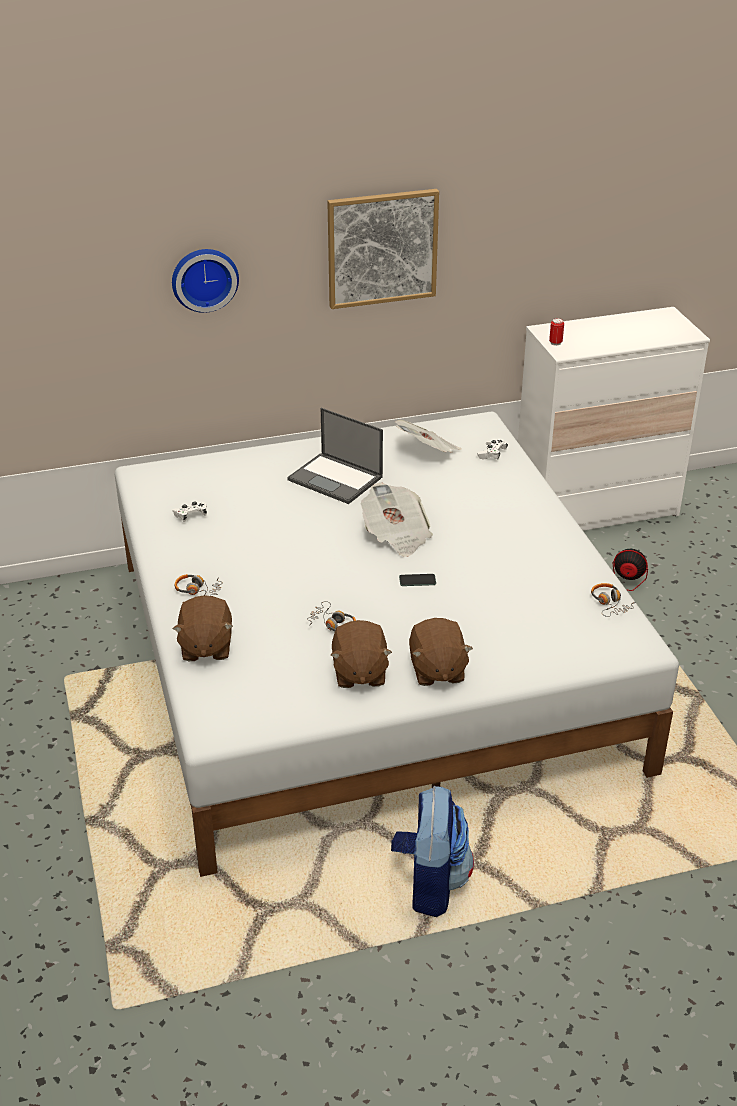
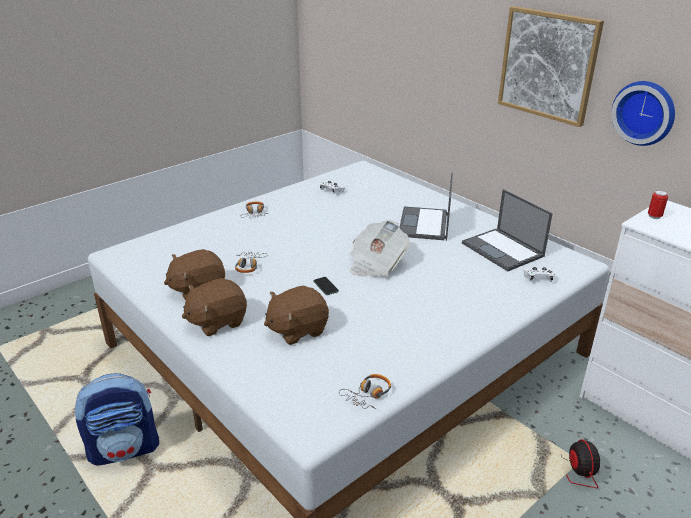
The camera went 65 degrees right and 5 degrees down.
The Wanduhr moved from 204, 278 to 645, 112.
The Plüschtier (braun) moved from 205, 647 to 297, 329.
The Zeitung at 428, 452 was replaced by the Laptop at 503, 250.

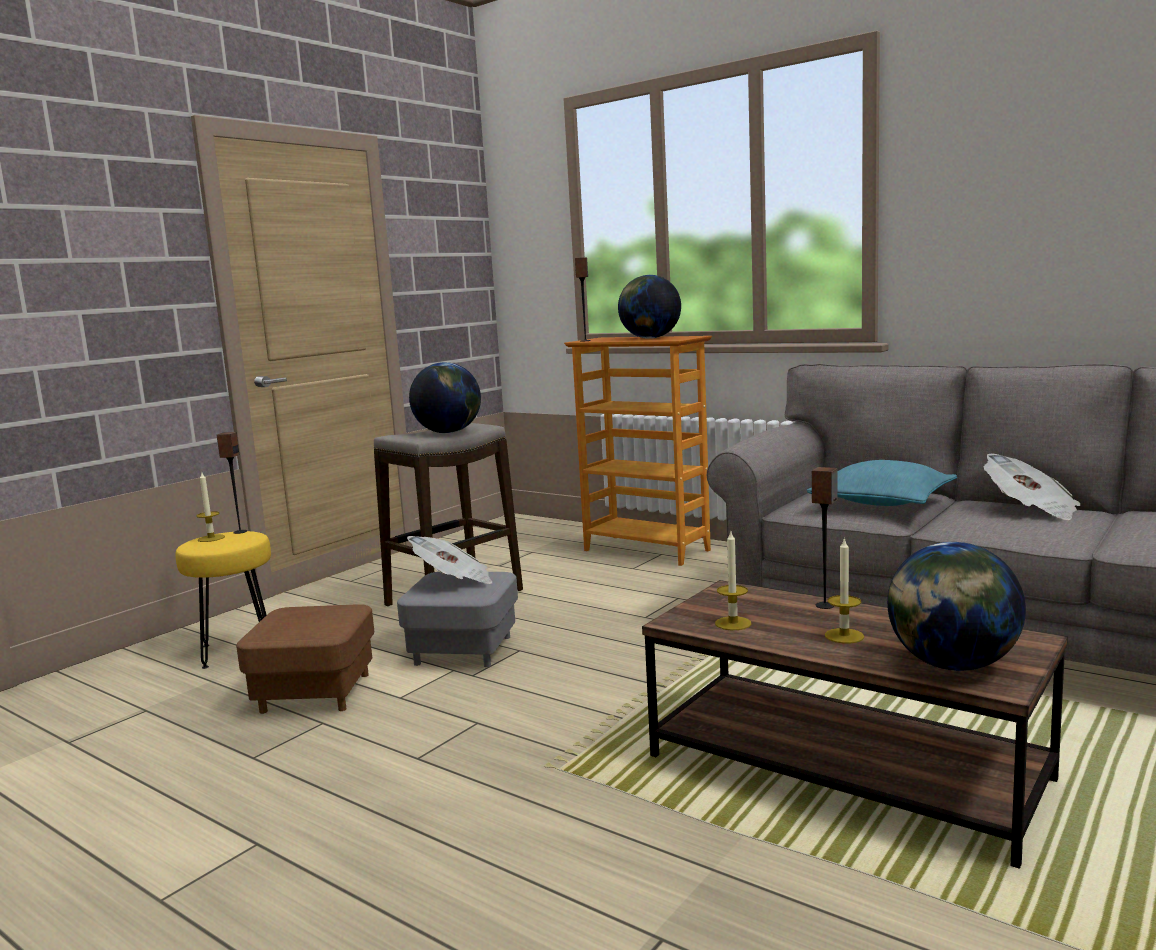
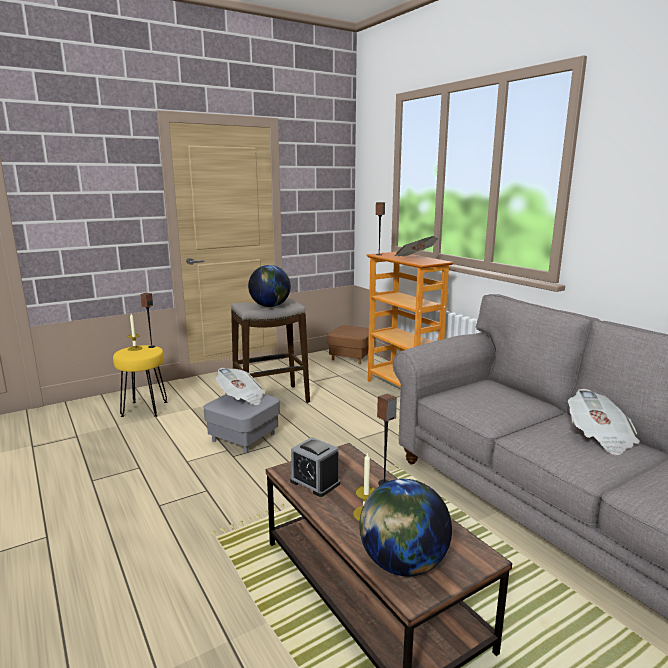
The camera went 20 degrees right and 5 degrees up.
The Polsterhocker (braun) moved from 315, 693 to 351, 357.
The Globus at 650, 338 was replaced by the Zeitung at 415, 258.
The Kerze at 733, 623 was replaced by the Wecker at 315, 482.
The Kissen (türkis) at 882, 502 disappeared.

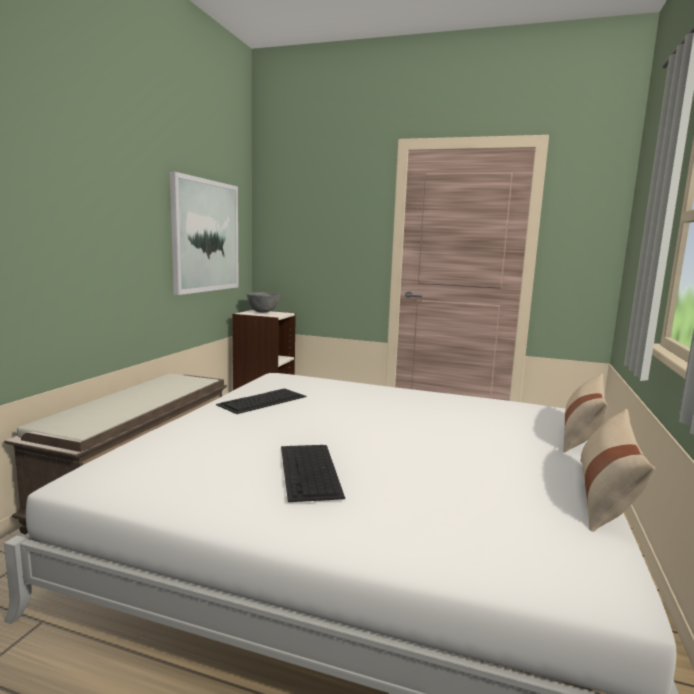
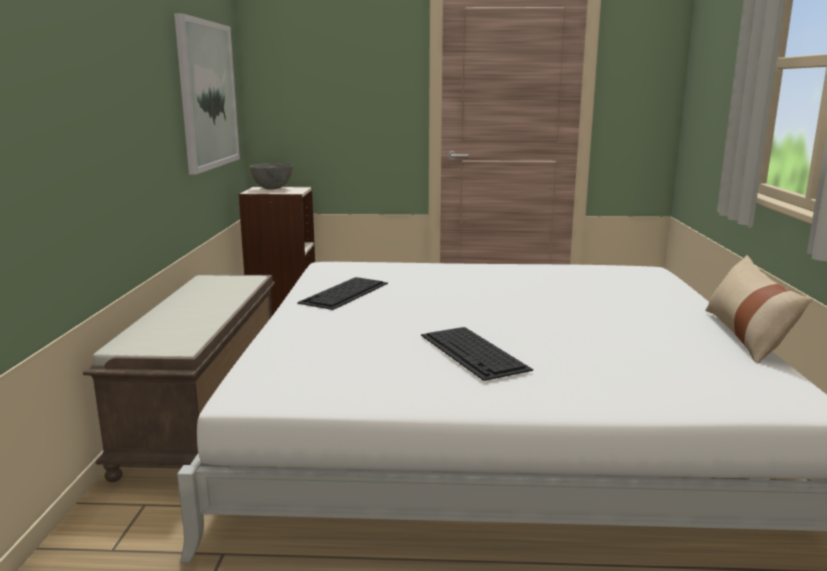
The camera went 15 degrees left and 5 degrees up.
The Kissen (beige) at 581, 434 disappeared.

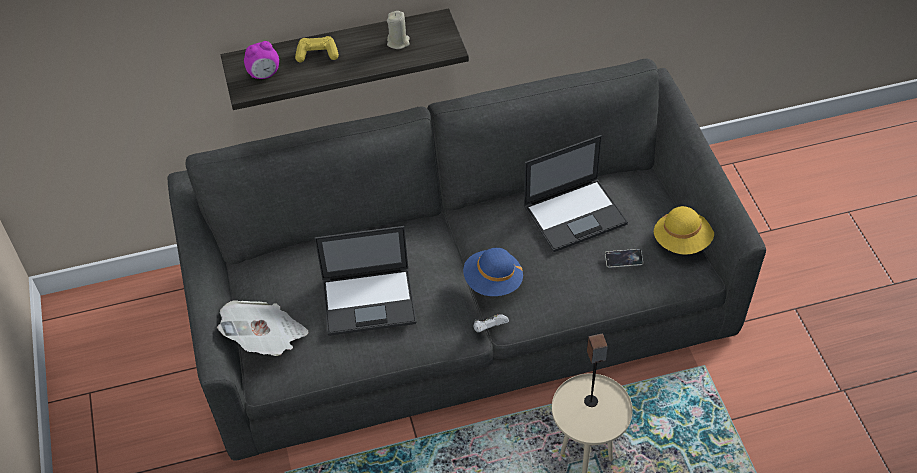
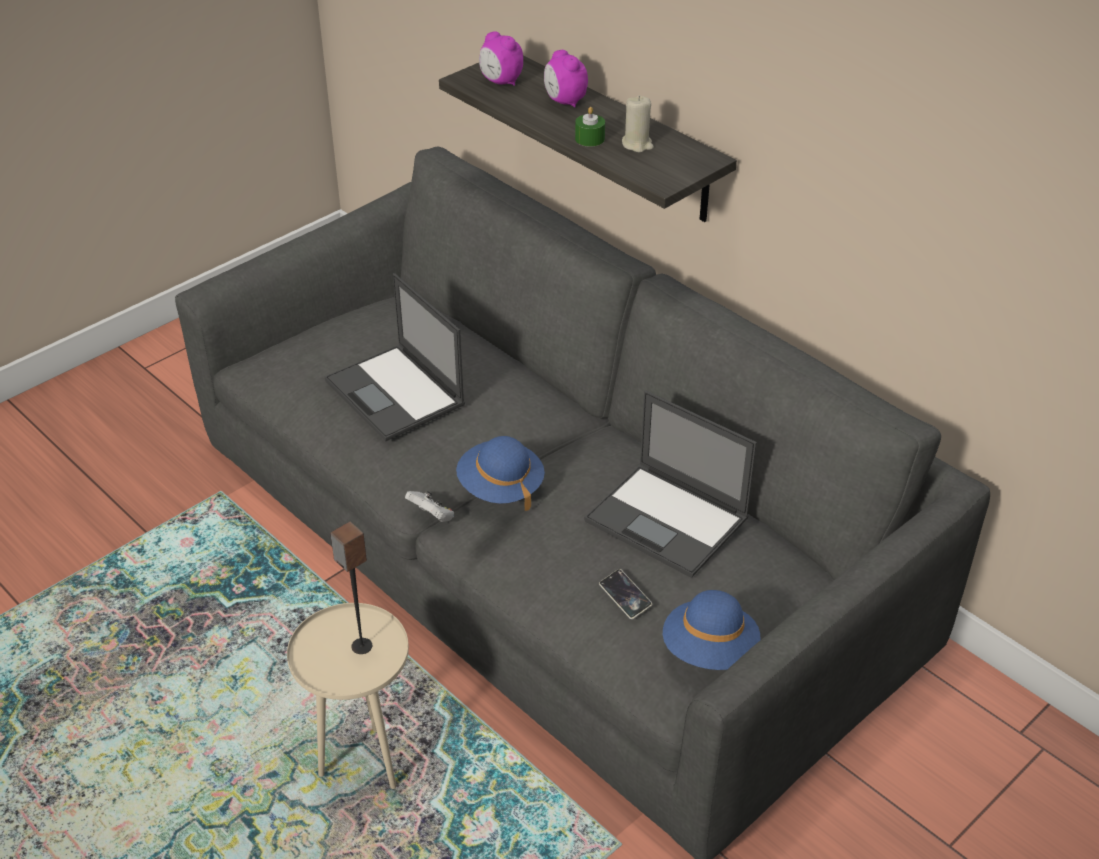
The camera went 60 degrees right and 10 degrees down.
The Zeitung at 266, 339 disappeared.
The Gamepad (gelb) at 317, 54 was replaced by the Wecker at 564, 101.
The Hut (gelb) at 682, 241 became the Hut (blau) at 710, 651.
The Kerze (grün) at 589, 139 appeared.

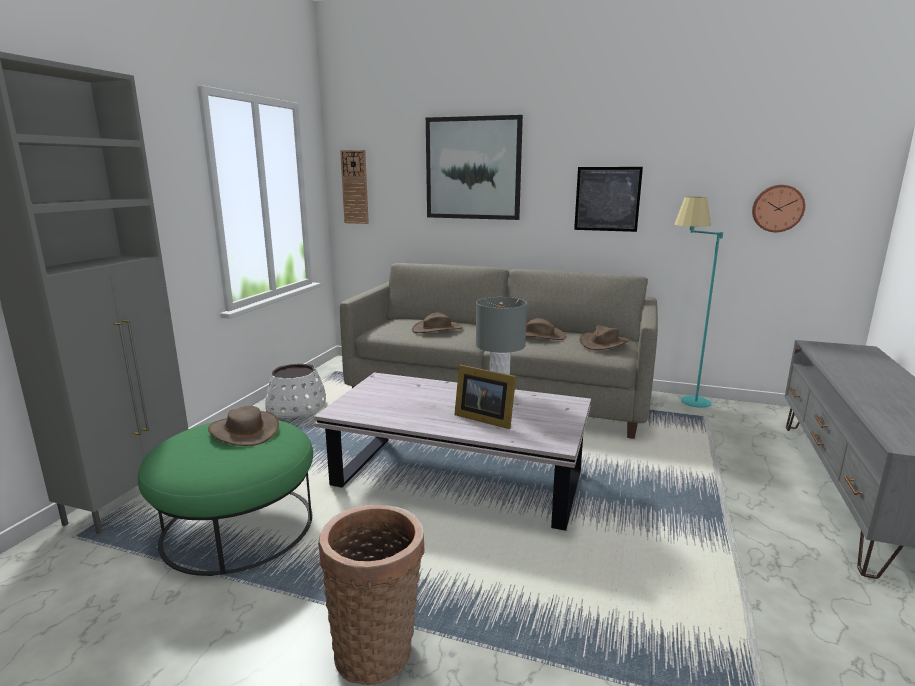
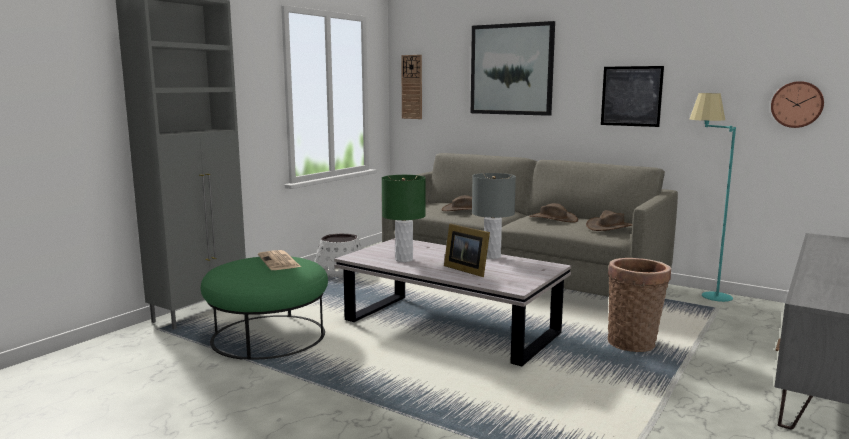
The camera went 15 degrees right and 5 degrees down.
The Hut (braun) at 244, 430 was replaced by the Zeitung at 279, 261.
The Korb moved from 377, 648 to 633, 342.
The Tischlampe (grün) at 404, 259 appeared.

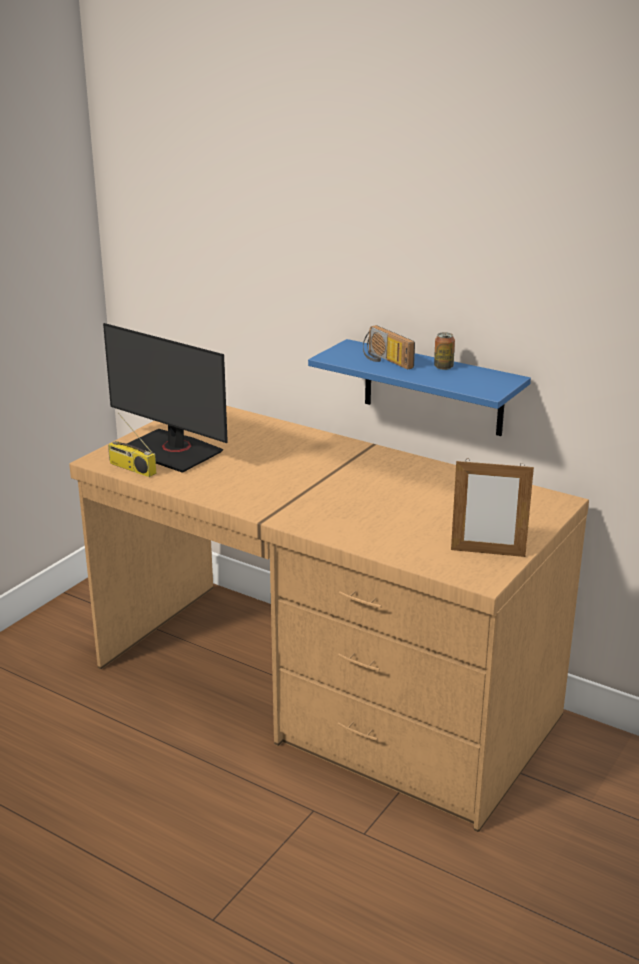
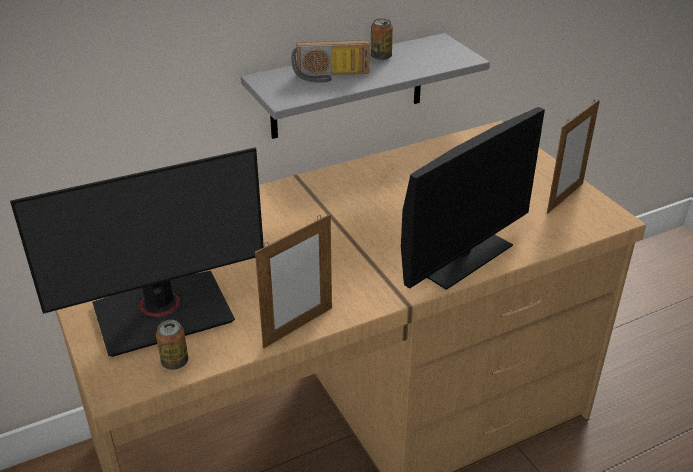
The camera went 60 degrees left and 10 degrees up.
The Radio at 131, 468 was replaced by the Dose at 175, 362.
The Wandregal (blau) at 433, 388 became the Wandregal (grau) at 347, 87.
The Bilderrahmen at 298, 327 appeared.
The Monitor at 462, 256 appeared.

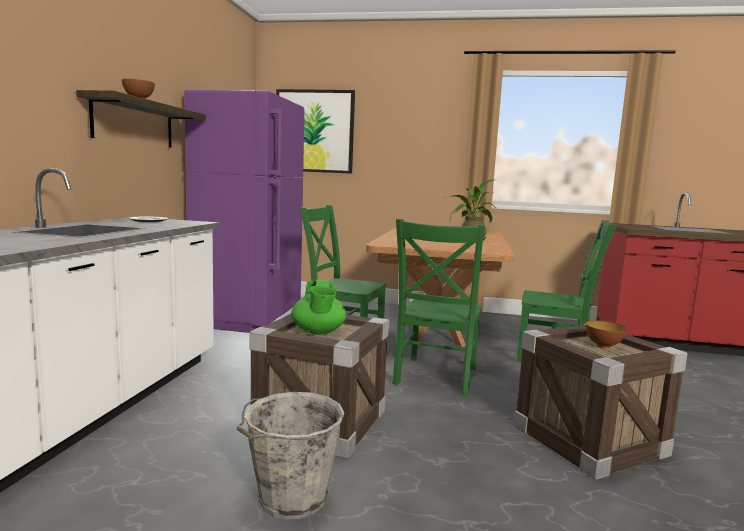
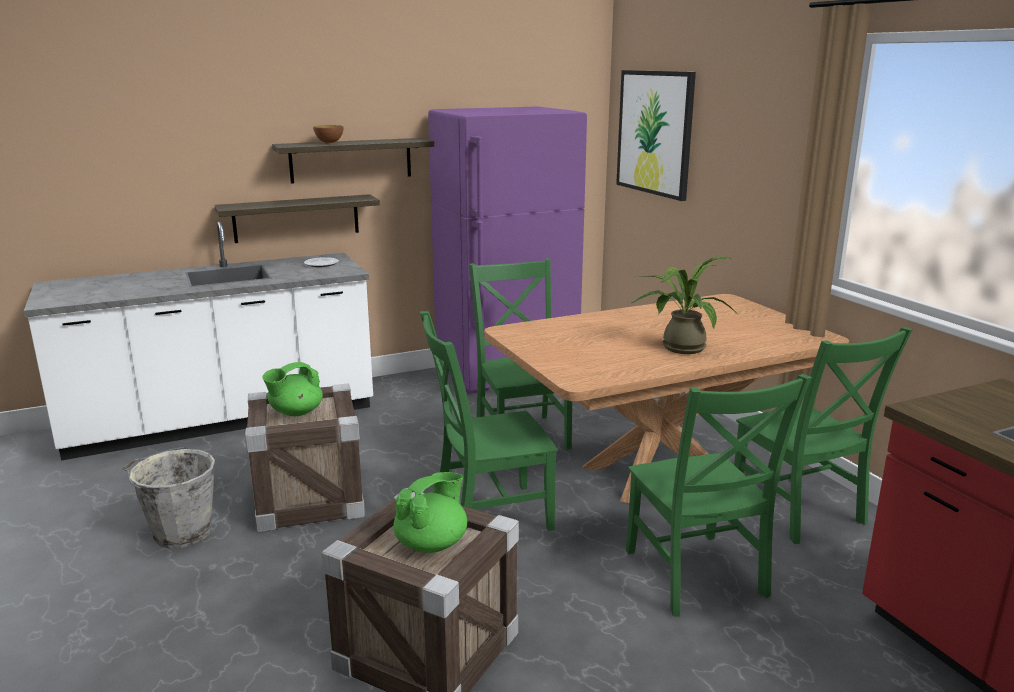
The camera went 55 degrees right and 10 degrees up.
The Schüssel at 603, 346 was replaced by the Teekanne (grün) at 432, 543.
The Wandregal at 296, 218 appeared.
The Stuhl (grün) at 800, 512 appeared.

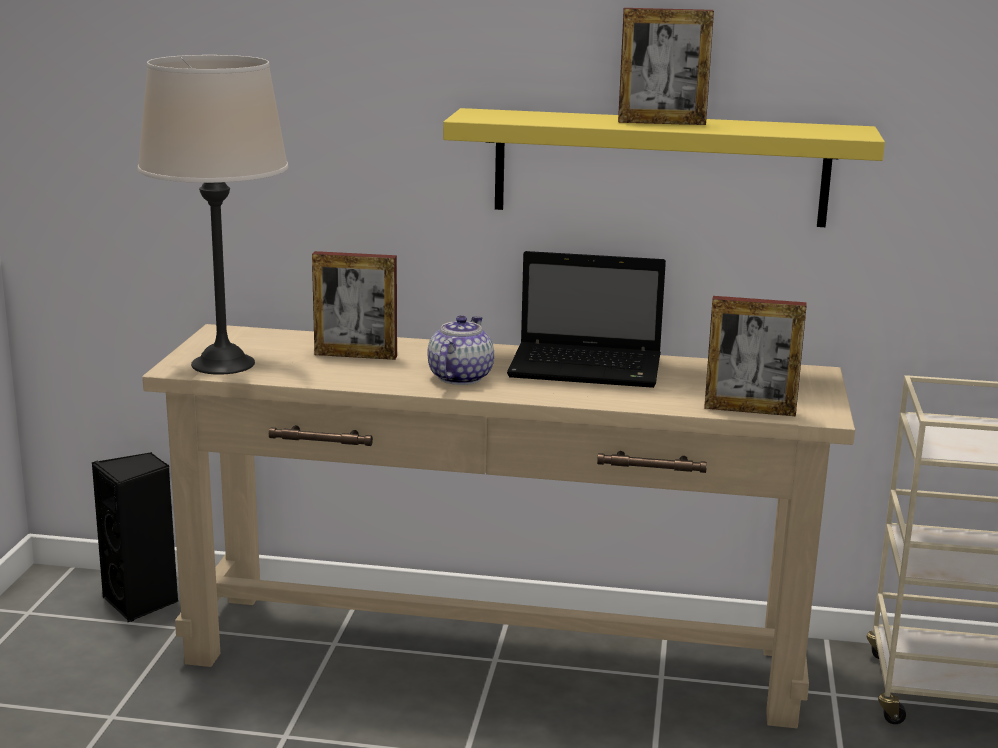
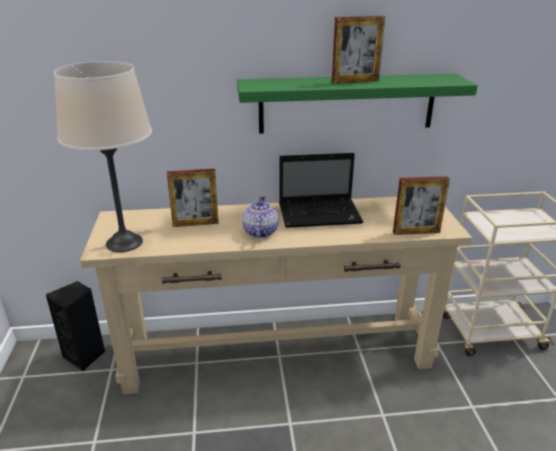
The camera went 15 degrees left and 10 degrees up.
The Wandregal (gelb) at 660, 167 became the Wandregal (grün) at 347, 103.

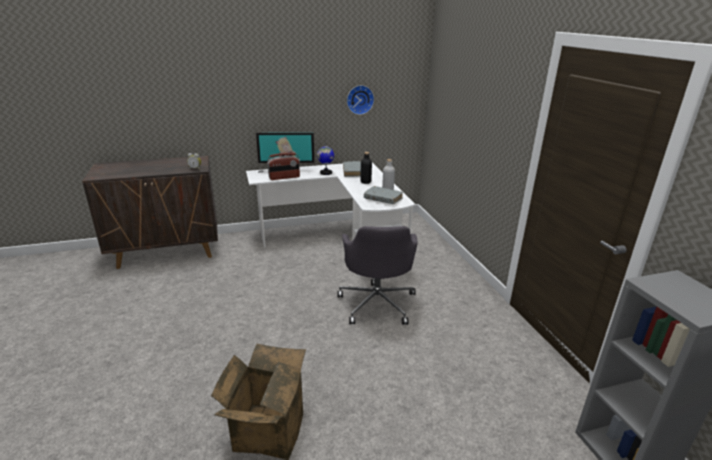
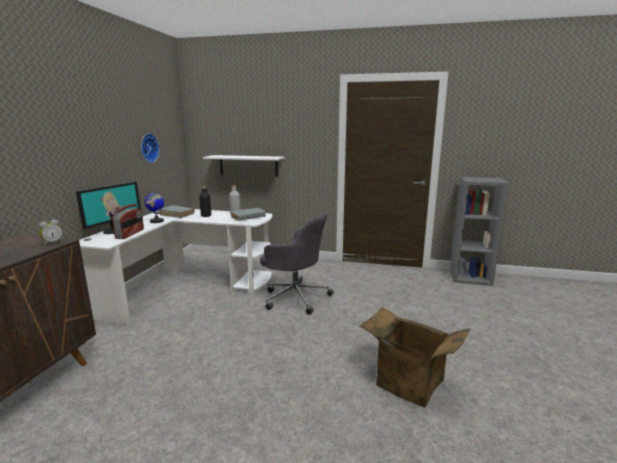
The camera went 60 degrees left and 10 degrees down.
The Wandregal (weiß) at 248, 165 appeared.

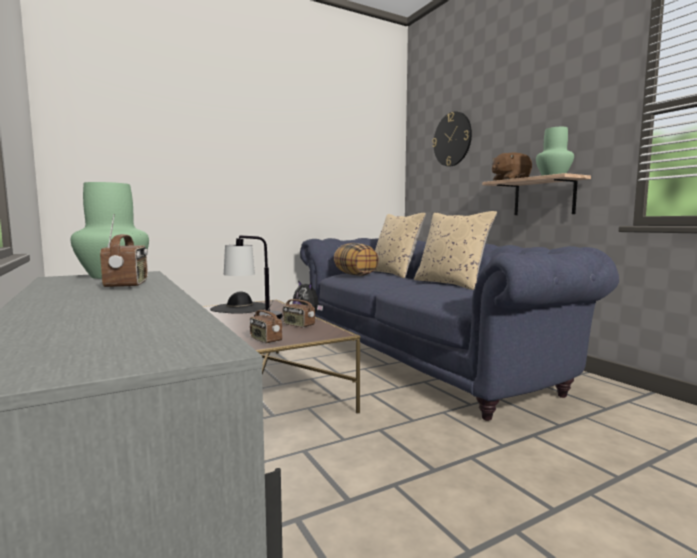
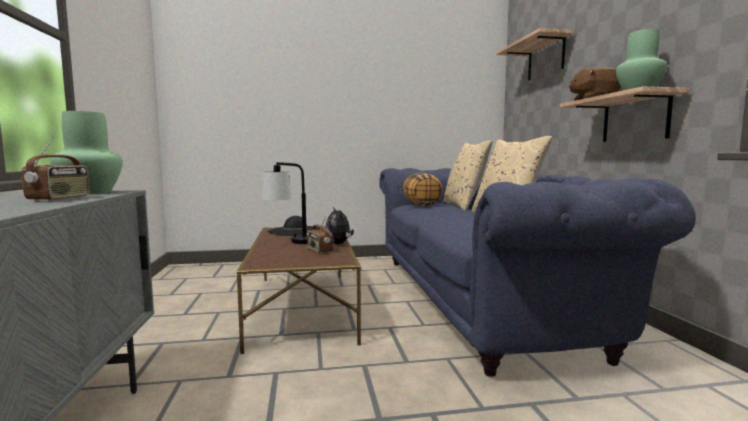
The camera went 20 degrees right and 0 degrees up.
The Radio at 265, 340 disappeared.
The Wanduhr at 452, 139 was replaced by the Wandregal at 546, 59.

